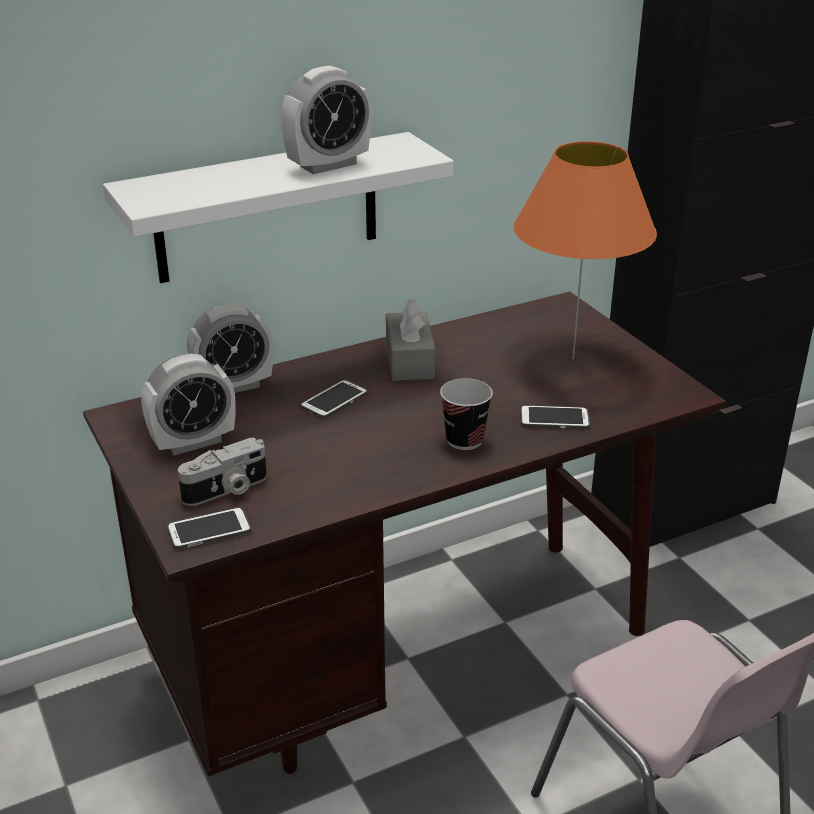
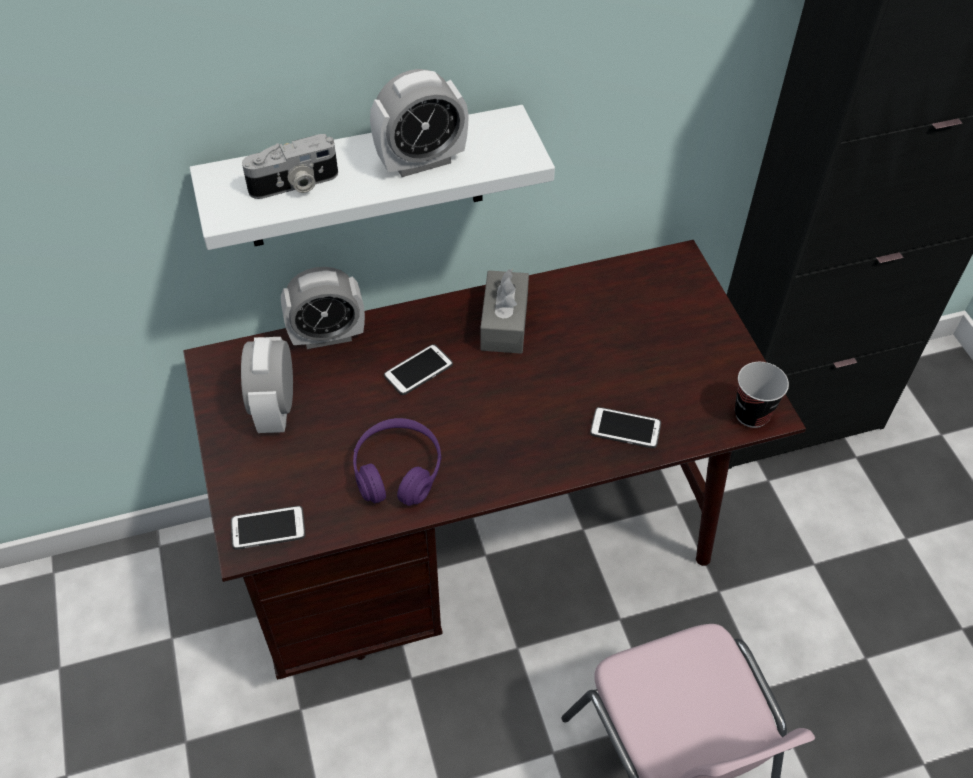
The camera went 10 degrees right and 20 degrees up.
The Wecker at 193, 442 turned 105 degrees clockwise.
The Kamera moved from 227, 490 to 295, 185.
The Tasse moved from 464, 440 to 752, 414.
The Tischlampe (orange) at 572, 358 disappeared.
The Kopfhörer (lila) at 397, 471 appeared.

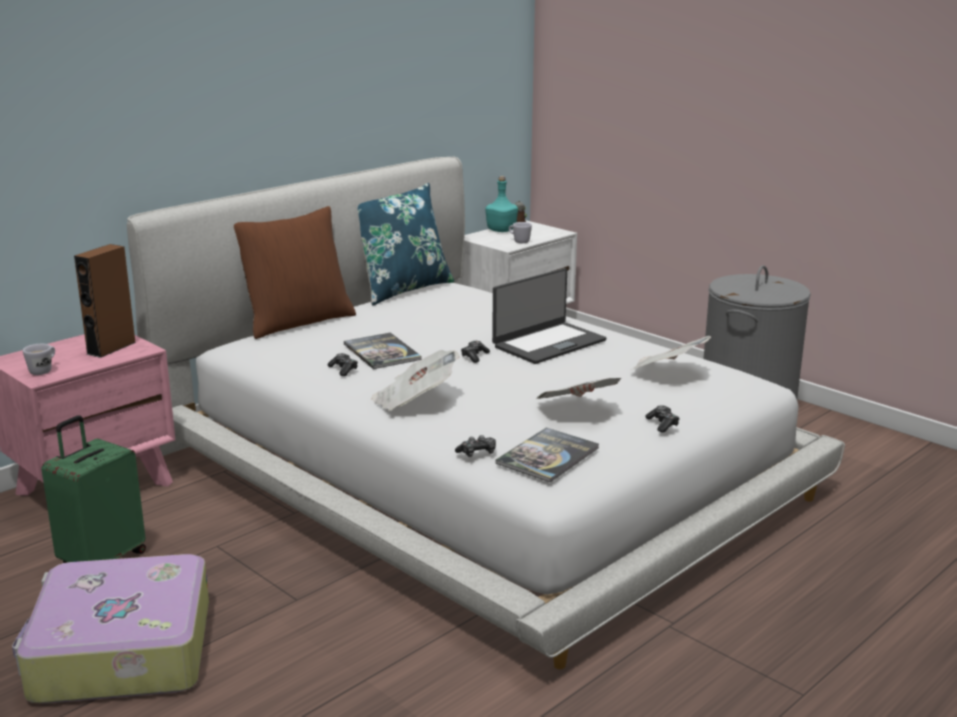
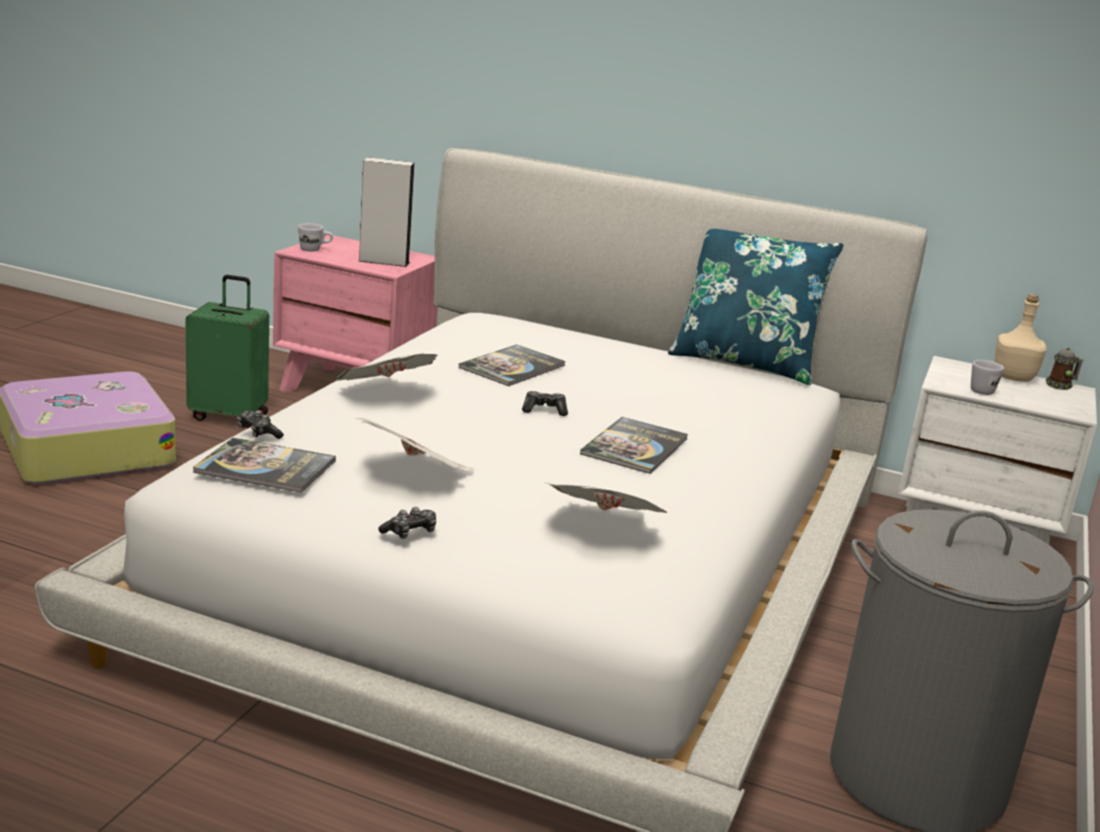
The camera went 65 degrees right and 0 degrees up.
The Lautsprecher (braun) at 111, 348 became the Lautsprecher (grau) at 384, 261.
The Kissen (braun) at 297, 322 disappeared.
The Gamepad at 343, 369 disappeared.
The Flasche (türkis) at 500, 230 became the Flasche (beige) at 1013, 377.
The Laptop at 548, 343 was replaced by the Buch at 635, 447.

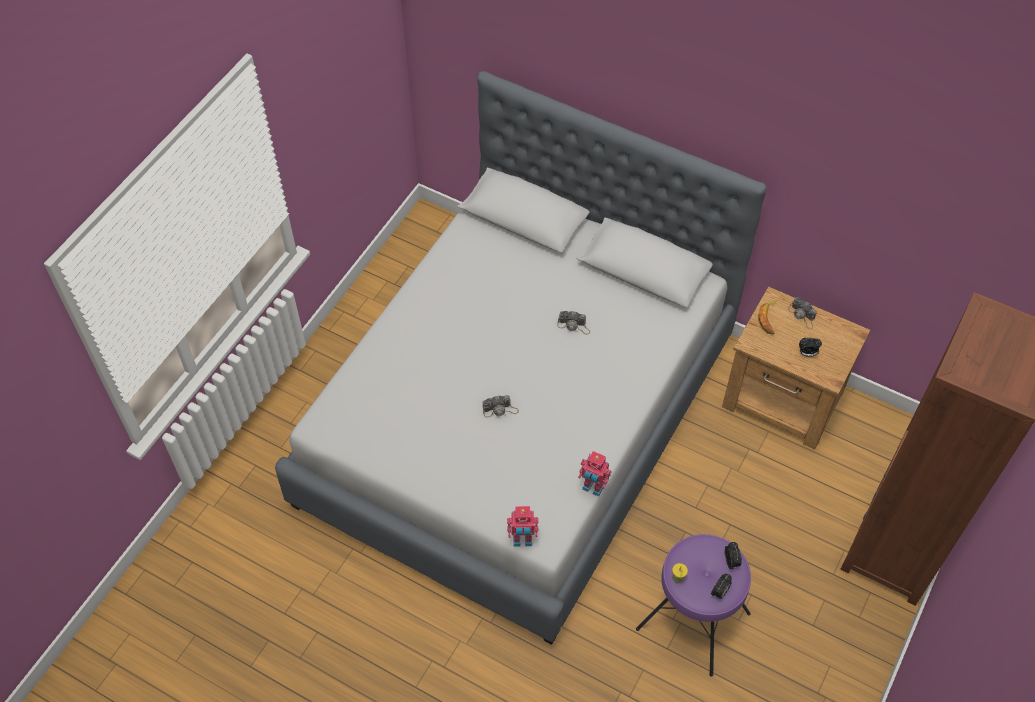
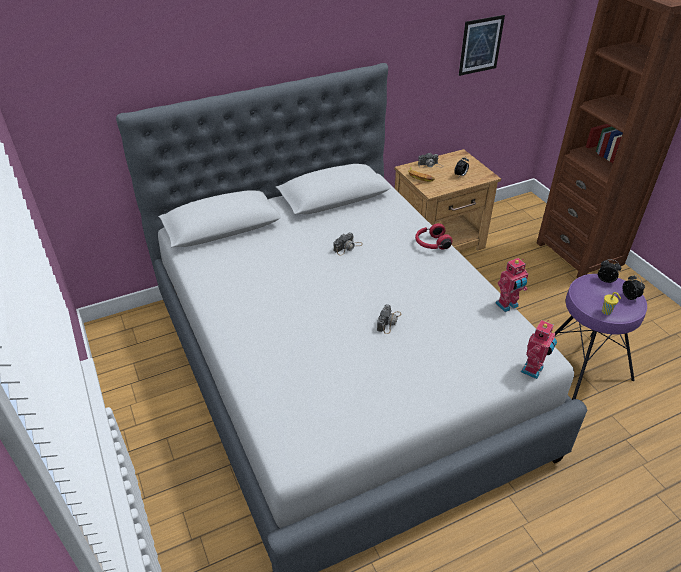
The camera went 55 degrees left and 15 degrees down.
The Kopfhörer (rot) at 431, 244 appeared.
The Bild at 480, 45 appeared.

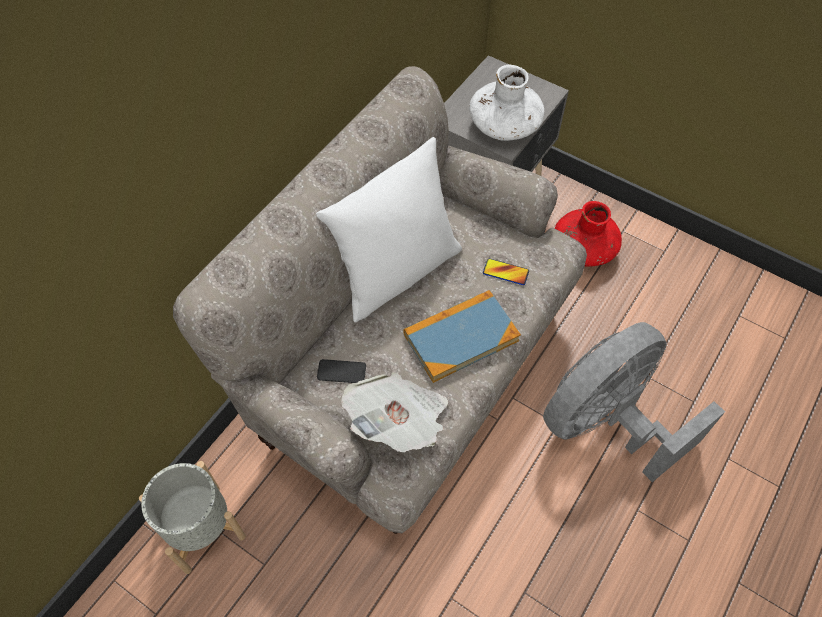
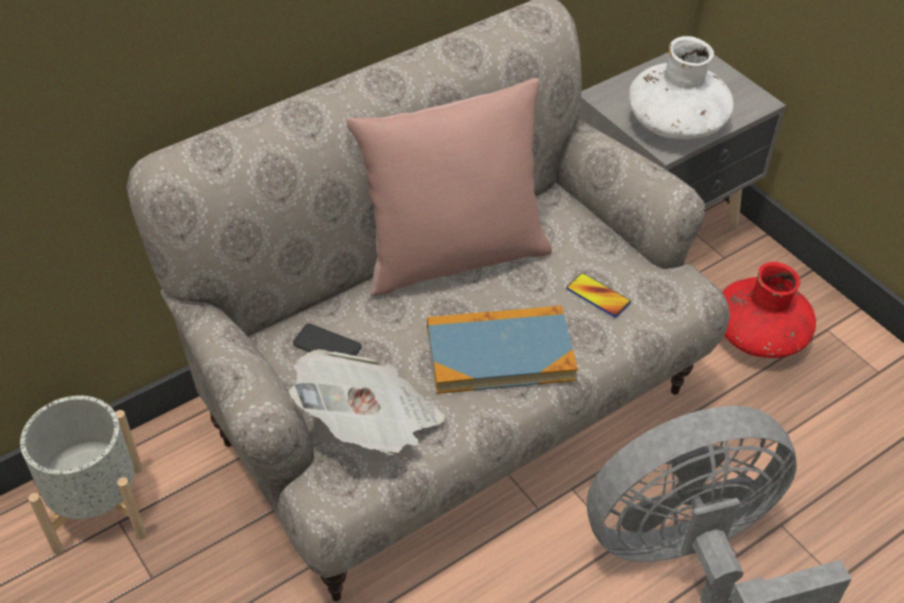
The camera went 20 degrees right and 10 degrees down.
The Kissen (weiß) at 396, 273 became the Kissen (rosa) at 453, 256.

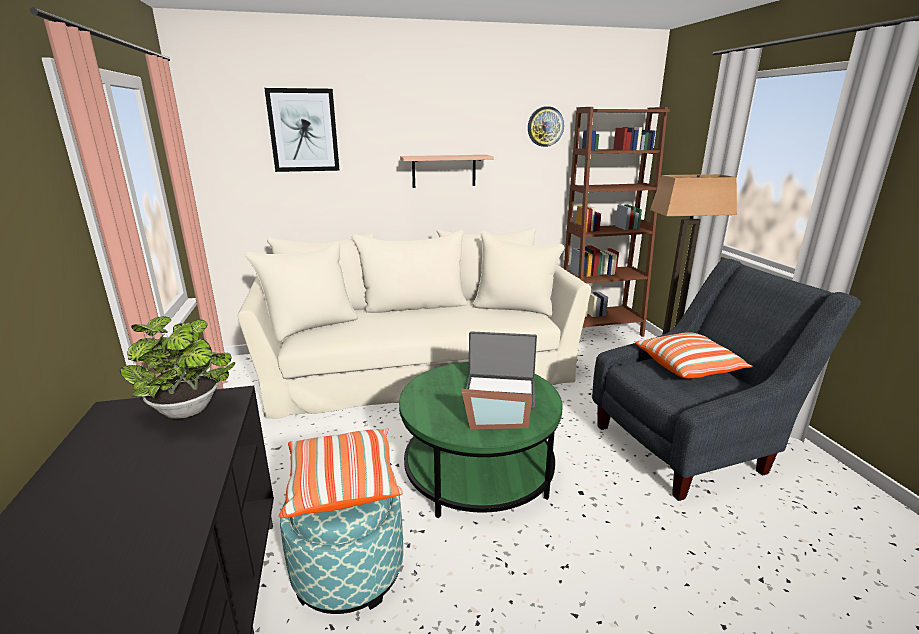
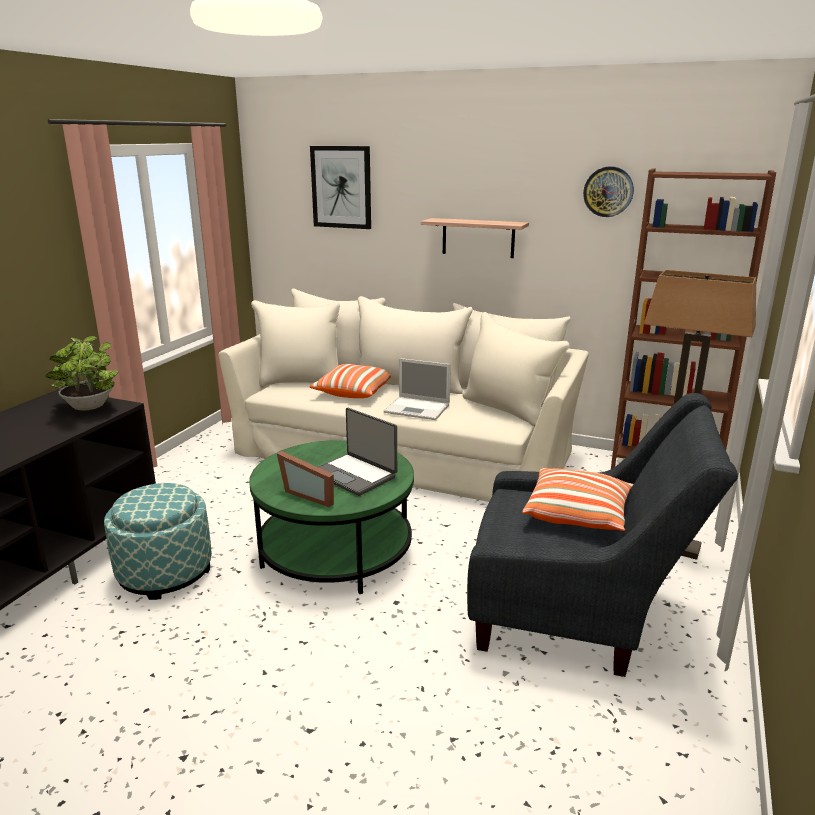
The camera went 35 degrees right and 0 degrees up.
The Kissen moved from 342, 484 to 354, 392.
The Laptop at 418, 409 appeared.

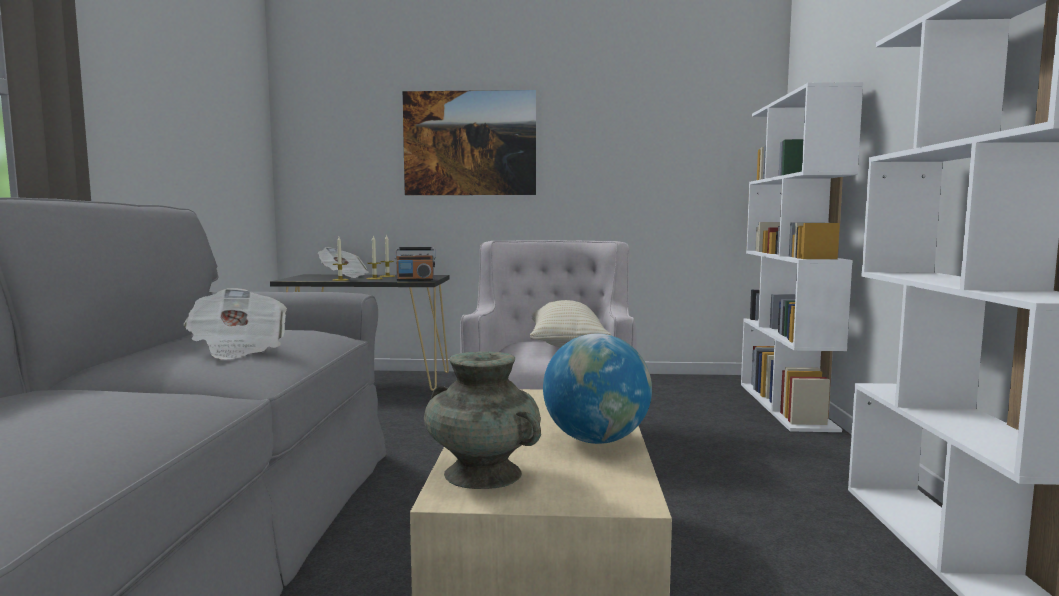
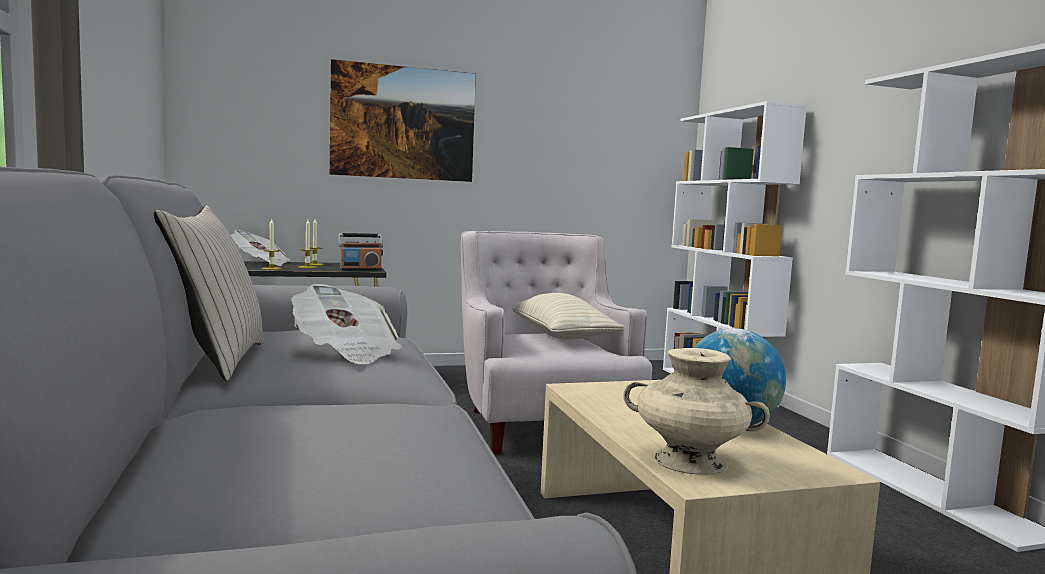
The camera went 20 degrees left and 0 degrees up.
The Vase (türkis) at 482, 473 became the Vase (beige) at 689, 461.
The Kissen (beige) at 217, 361 appeared.

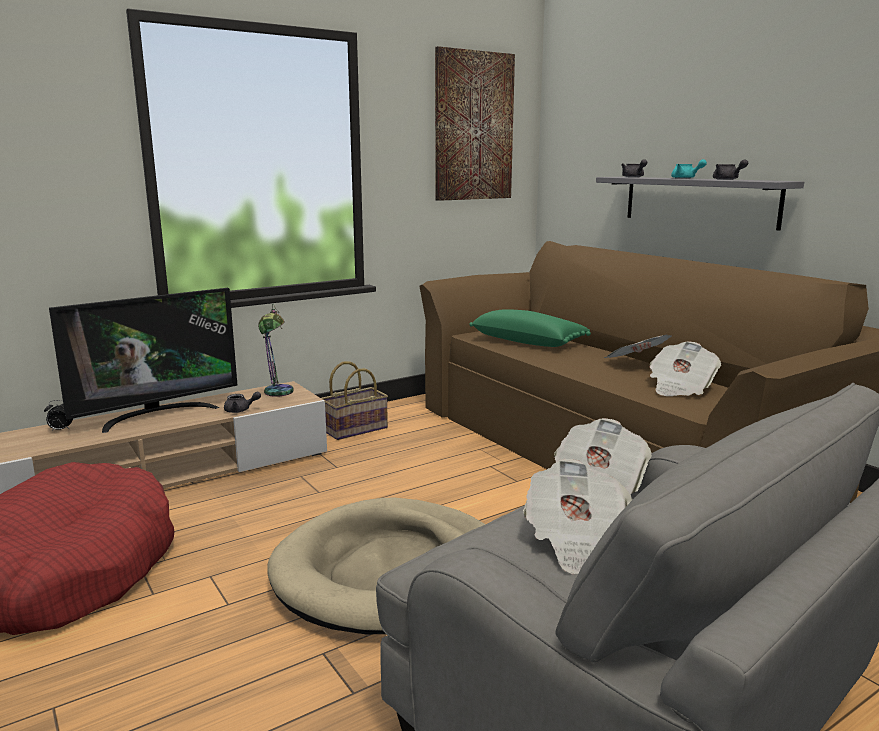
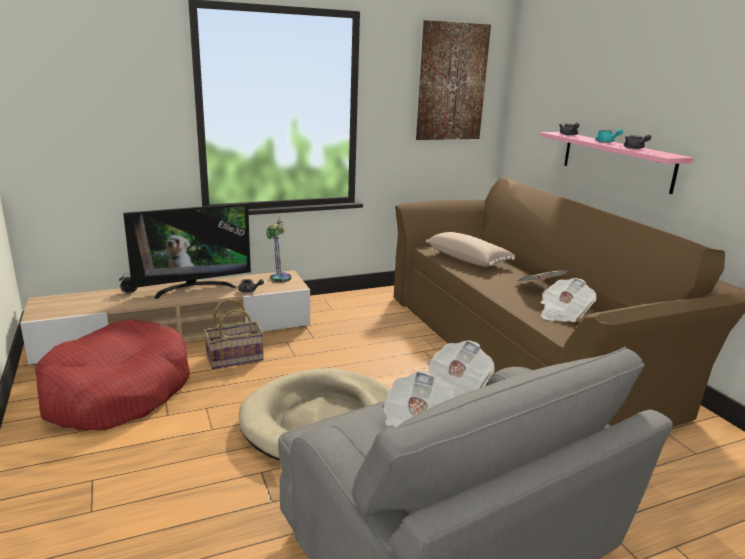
The camera went 10 degrees right and 5 degrees up.
The Korb moved from 355, 429 to 235, 358.
The Kissen (grün) at 528, 342 became the Kissen (beige) at 468, 259.
The Wandregal (grau) at 699, 201 became the Wandregal (rosa) at 616, 160.

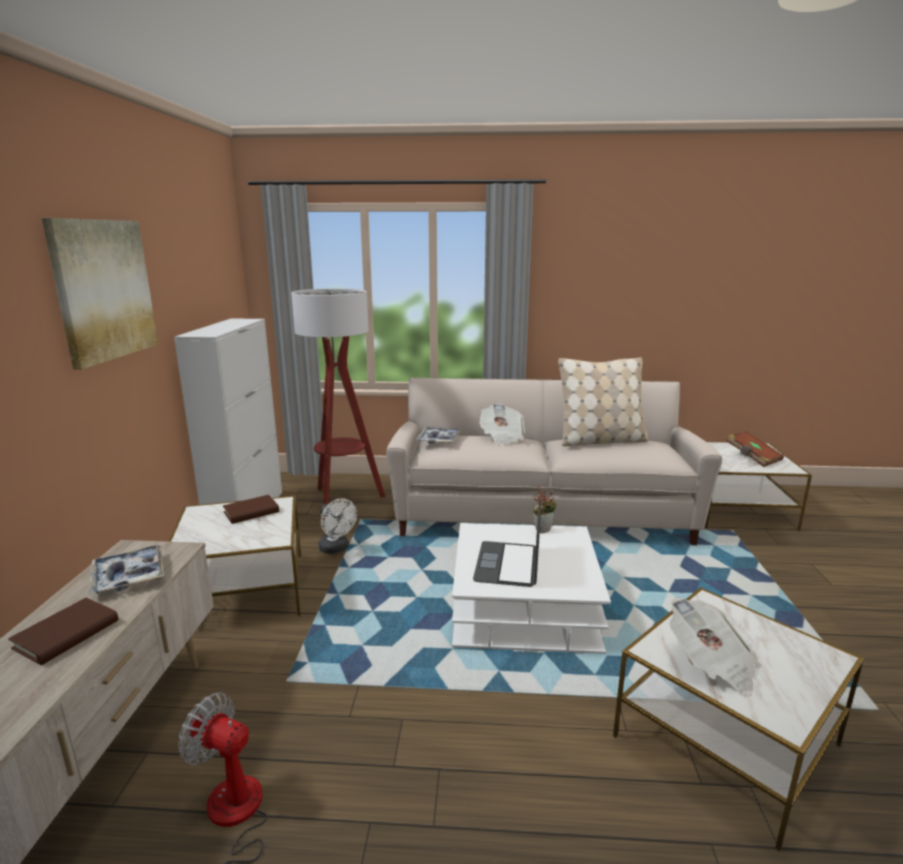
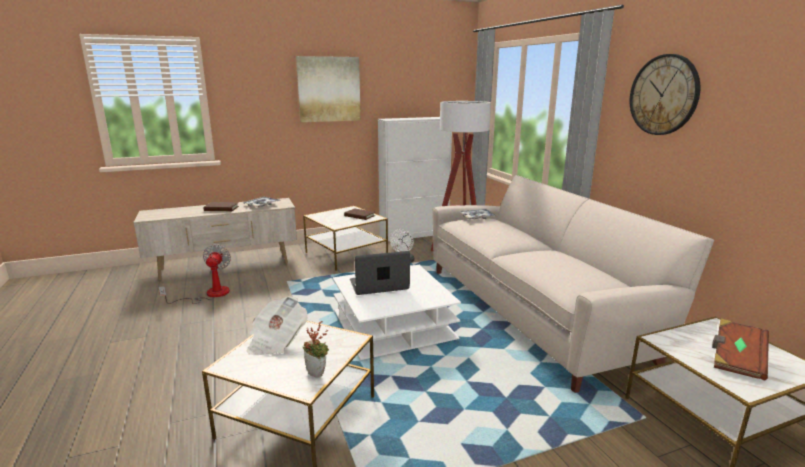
The camera went 65 degrees right and 0 degrees up.
The Zeitung at 501, 437 disappeared.
The Topfpflanze moved from 543, 529 to 318, 373.
The Kissen (beige) at 600, 440 disappeared.
The Wanduhr at 663, 95 appeared.

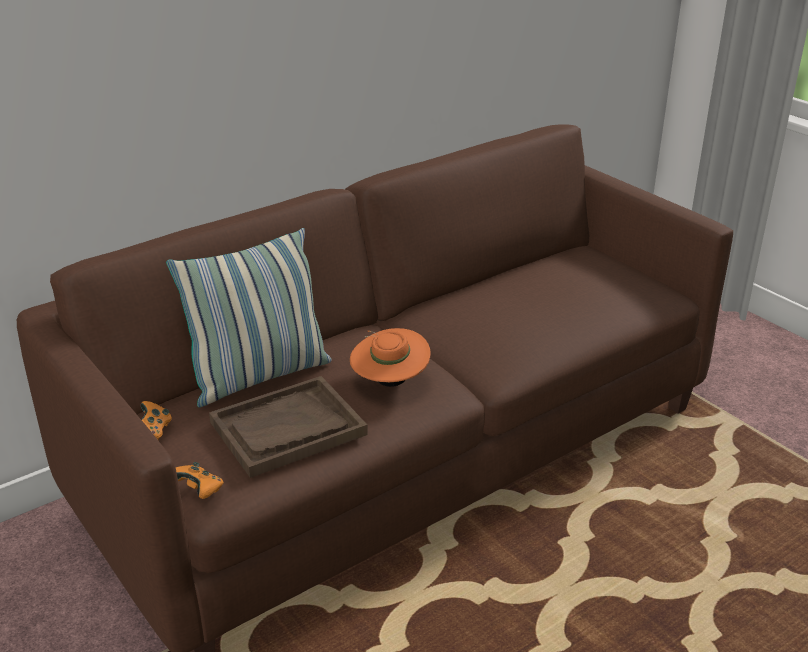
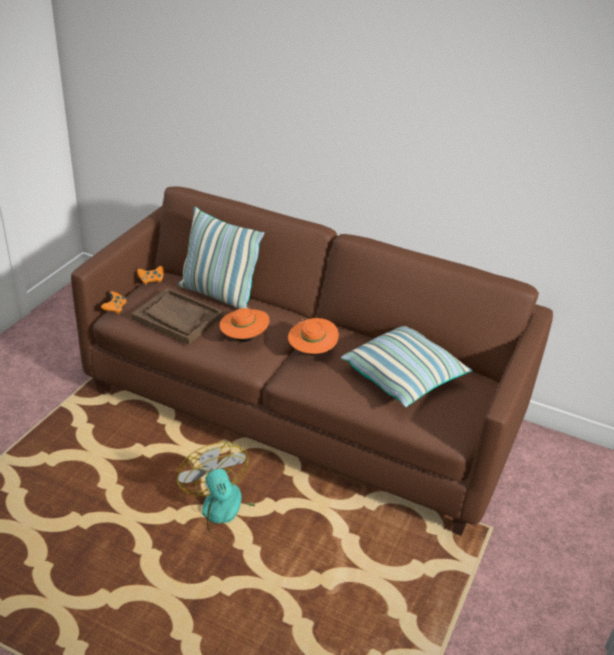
The camera went 60 degrees right and 5 degrees up.
The Ventilator at 227, 514 appeared.
The Hut (orange) at 311, 351 appeared.
The Kissen at 404, 377 appeared.

